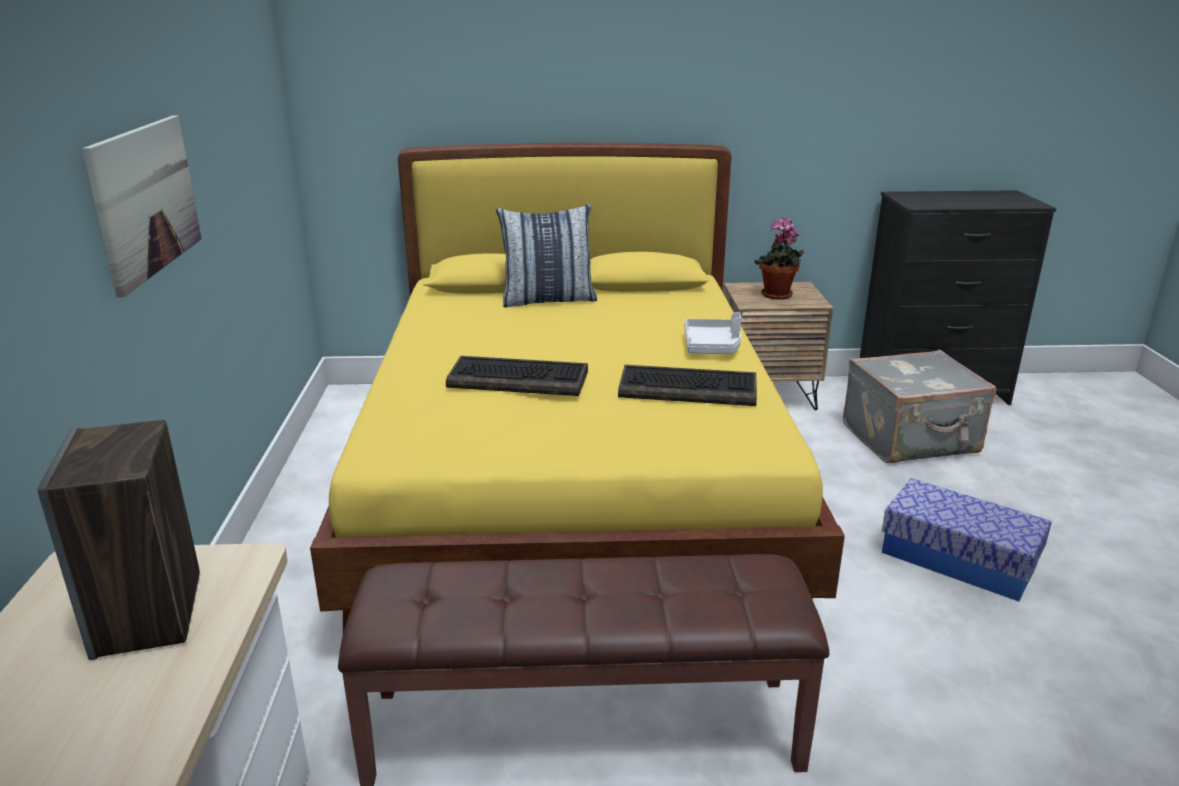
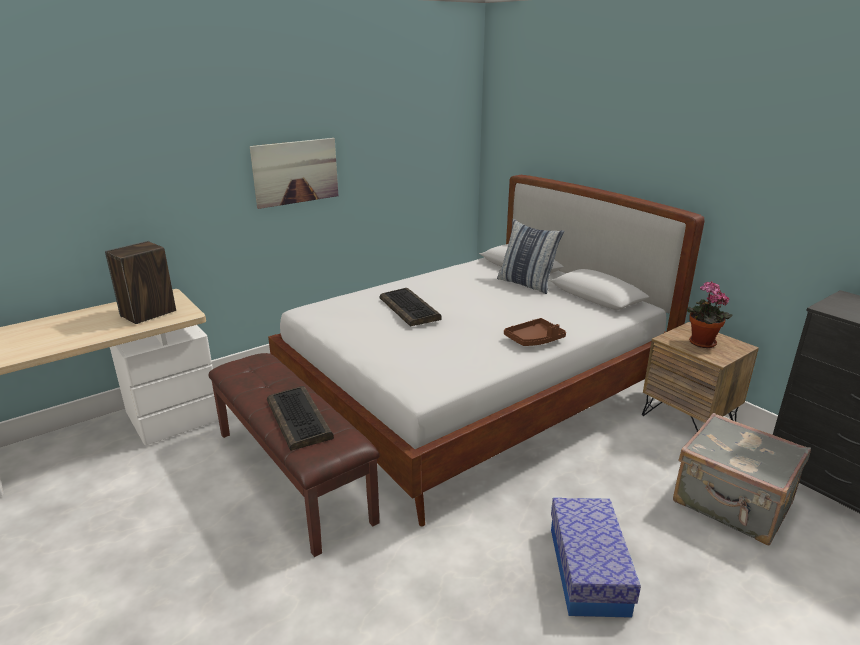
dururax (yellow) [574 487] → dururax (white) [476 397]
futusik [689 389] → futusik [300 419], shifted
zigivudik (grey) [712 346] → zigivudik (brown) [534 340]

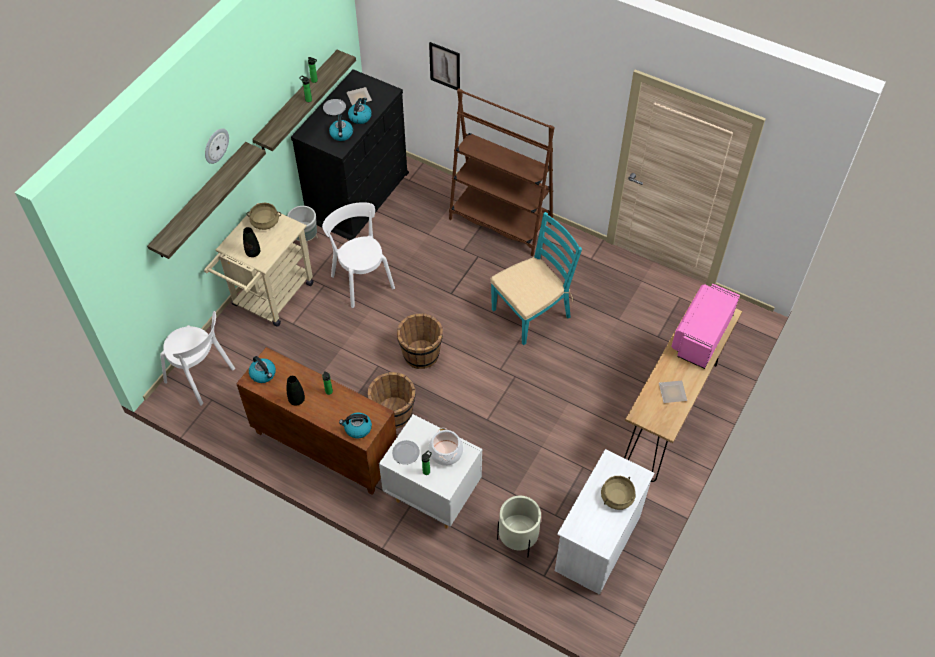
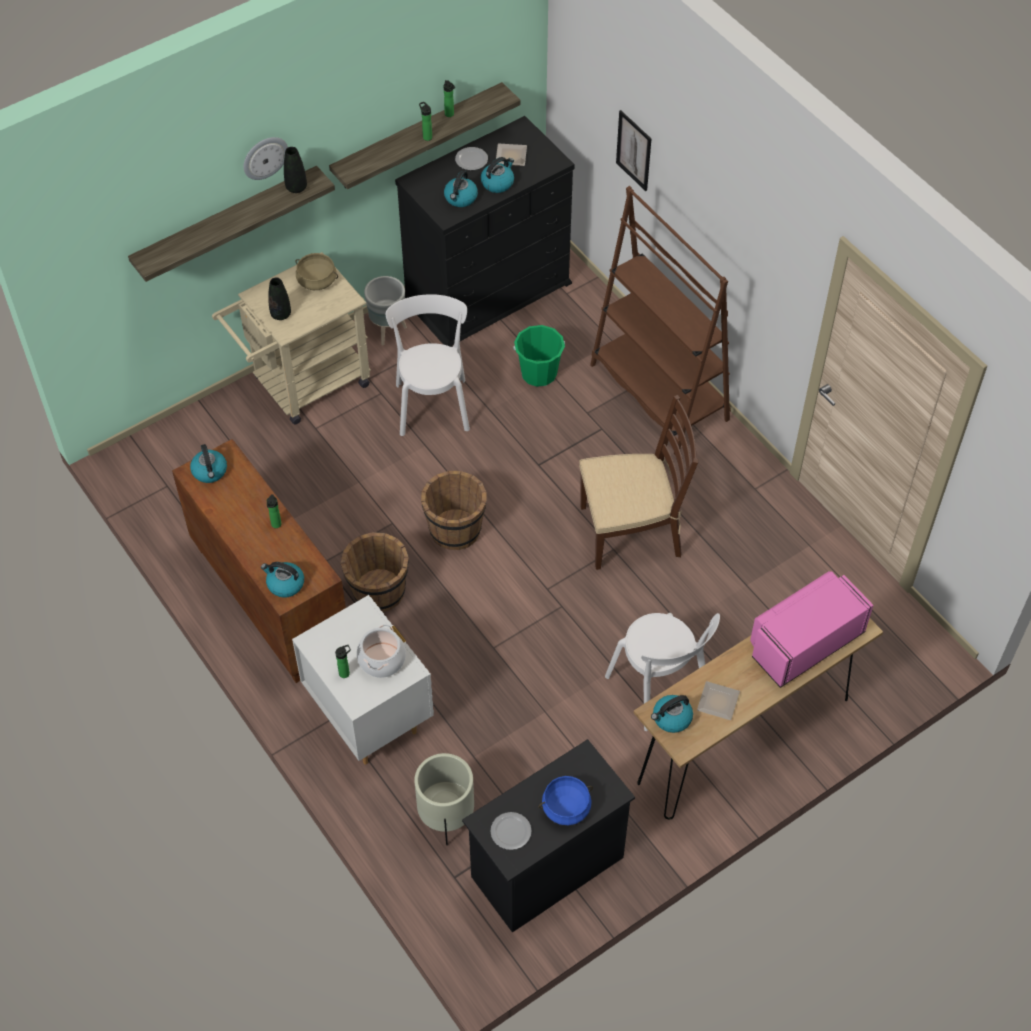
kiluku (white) [202 377] → kiluku (white) [659 689], shifted
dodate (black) [297 400] → dodate (black) [296 188], shifted
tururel [406 453] → tururel [511 832], shifted
kiluku (turquoise) [531 312] → kiluku (brown) [631 531]
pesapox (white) [597 544] → pesapox (black) [546 867]
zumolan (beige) [617 497] → zumolan (blue) [566 807]
- → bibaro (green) [539 373]
- → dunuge [671 718]

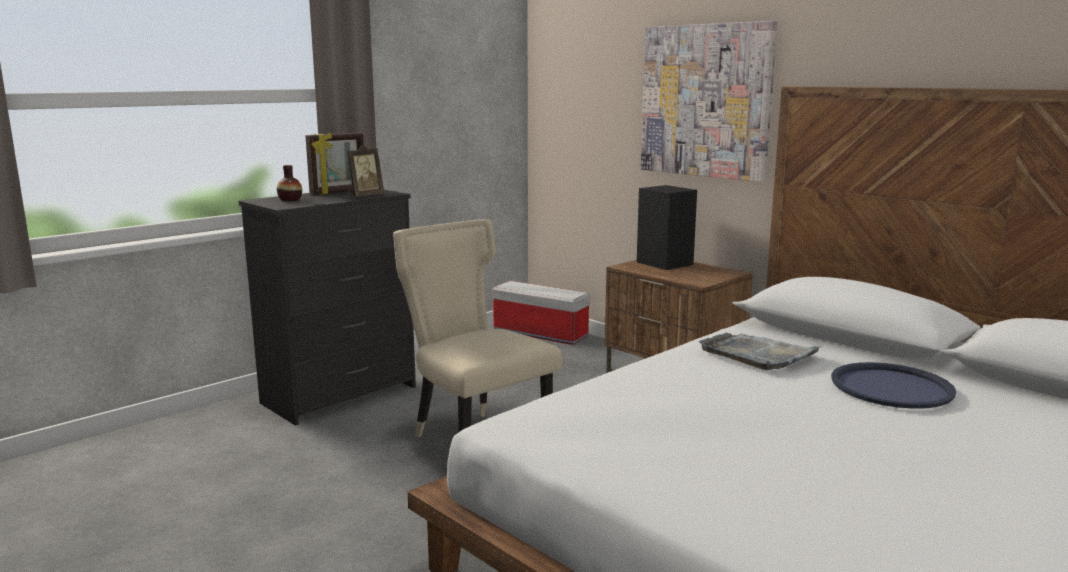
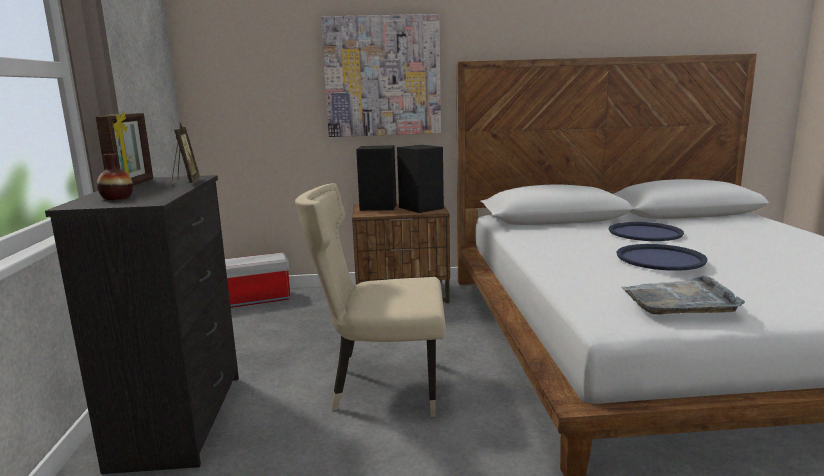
zigivudik (grey) [758 354] → zigivudik (grey) [680 300], shifted
- → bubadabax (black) [421 208]
- → zigivudik (blue) [660 258]

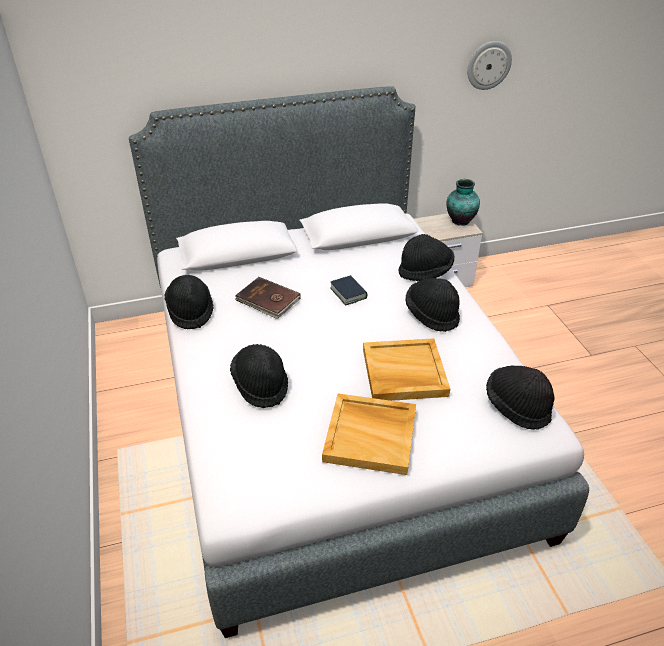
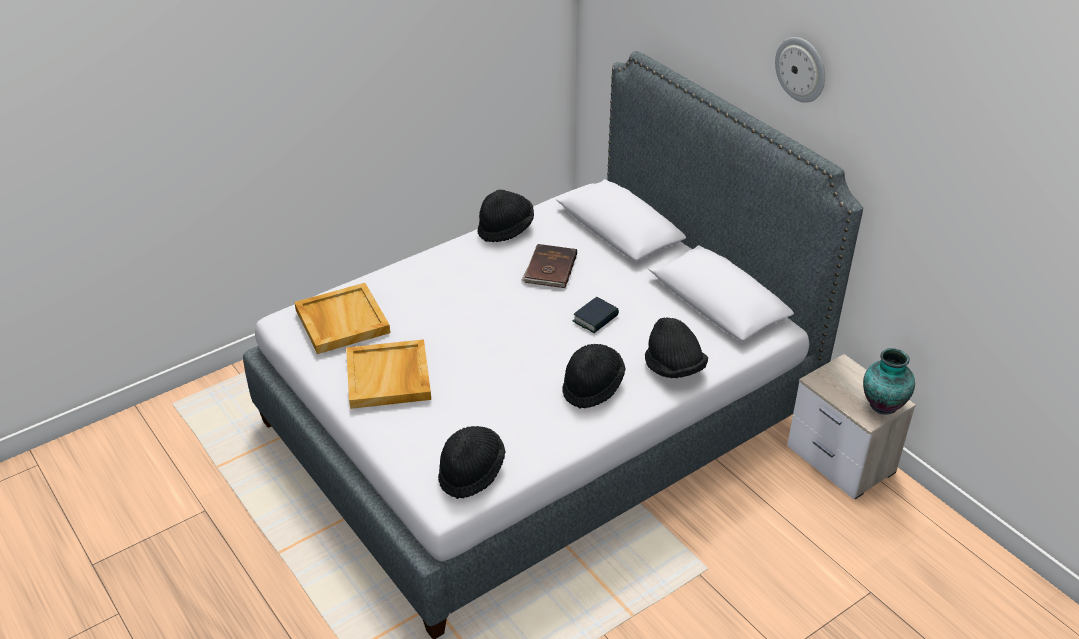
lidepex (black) [261 385] → -
zigivudik (beige) [403 373] → zigivudik (beige) [341 321], shifted
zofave [488 65] → zofave [801 69], shifted

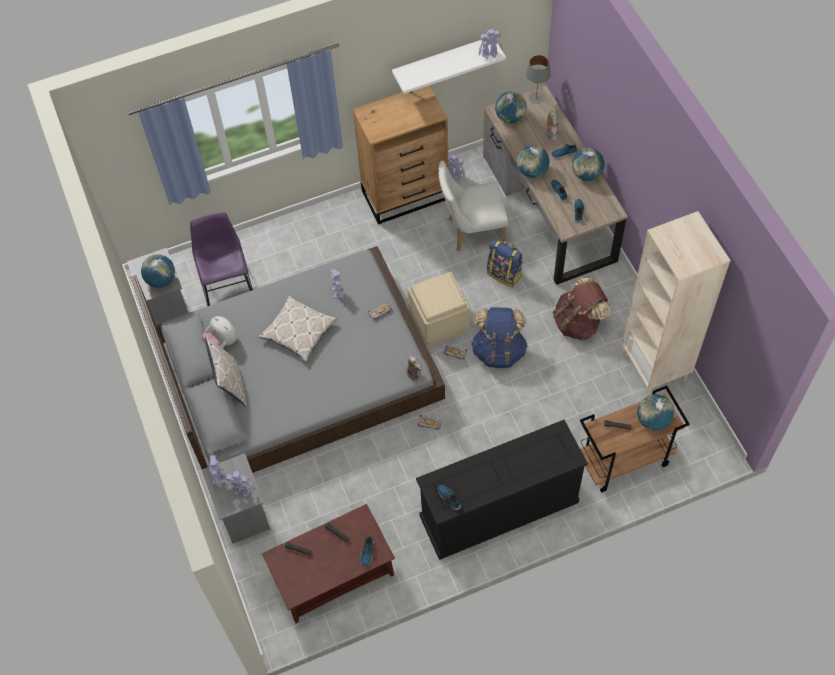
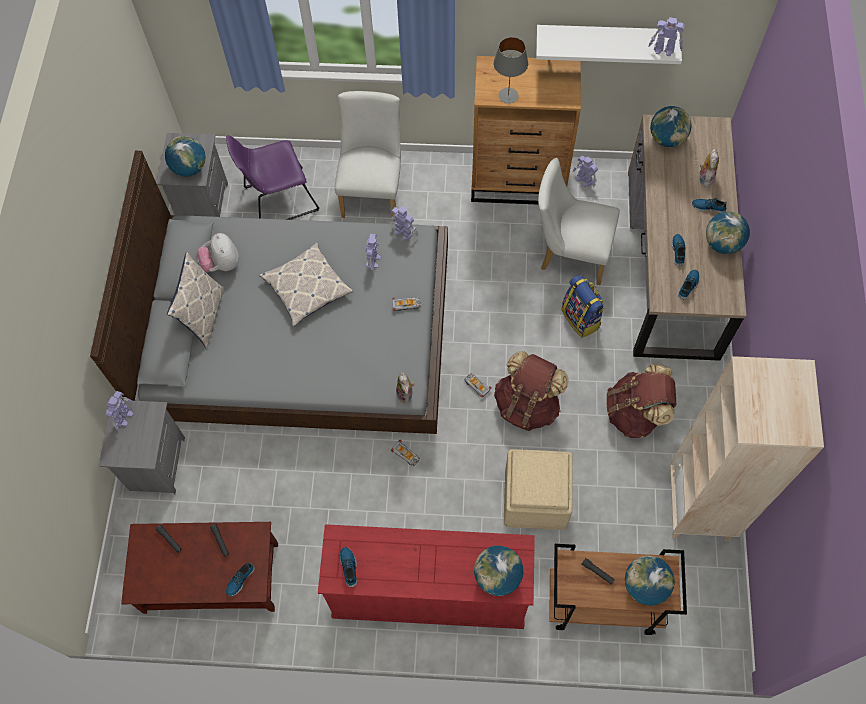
kiluku (purple) [226 283] → kiluku (purple) [278 200], 120 degrees counterclockwise
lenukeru [241 490] → lenukeru [403 232], shifted
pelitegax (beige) [438 320] → pelitegax (beige) [534 497], shifted
pesapox (black) [498 510] → pesapox (red) [428 592]
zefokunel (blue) [499 351] → zefokunel (brown) [527 405]
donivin [532 171] → donivin [497 576], shifted
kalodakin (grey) [536 98] → kalodakin (grey) [508 95], shifted
- → kiluku (white) [373 190]

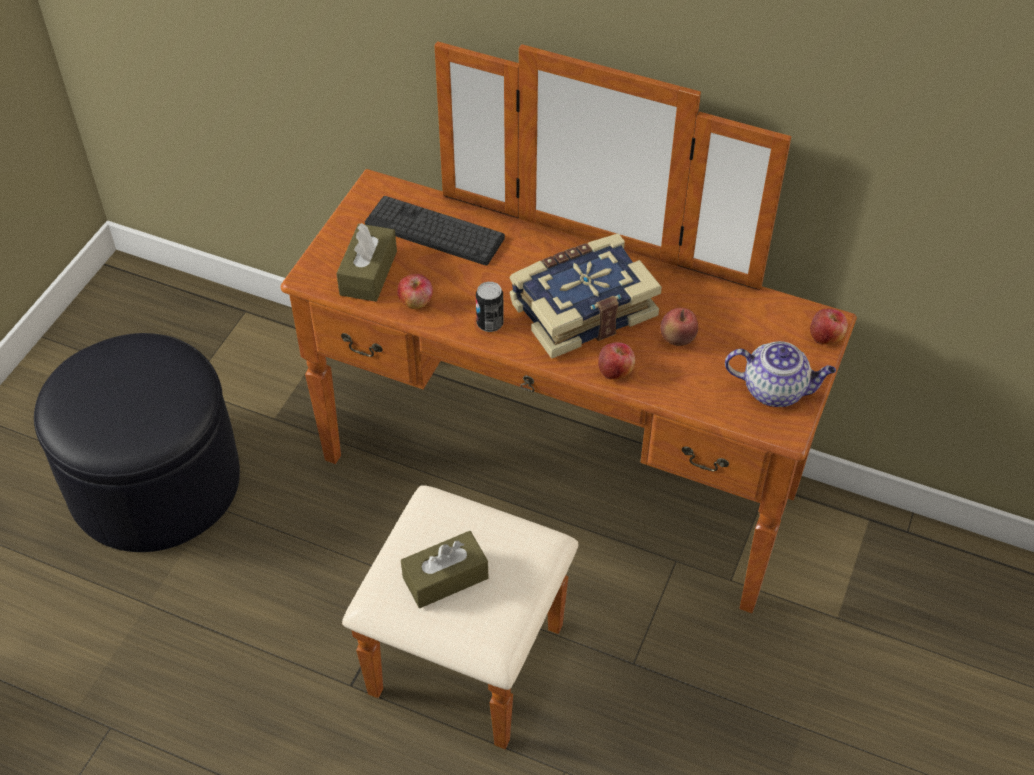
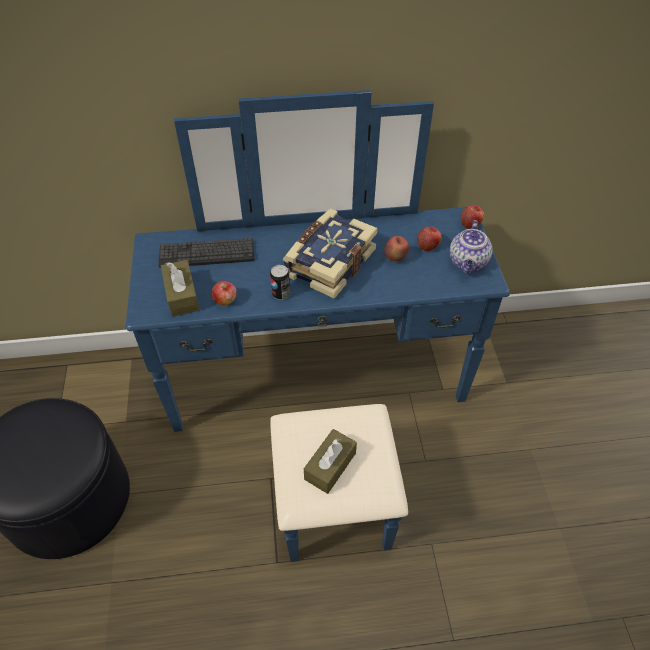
pesapox (brown) [540 516] → pesapox (blue) [321 403]
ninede [615 371] → ninede [428 245], shifted
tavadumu [775 390] → tavadumu [468 263], 120 degrees clockwise

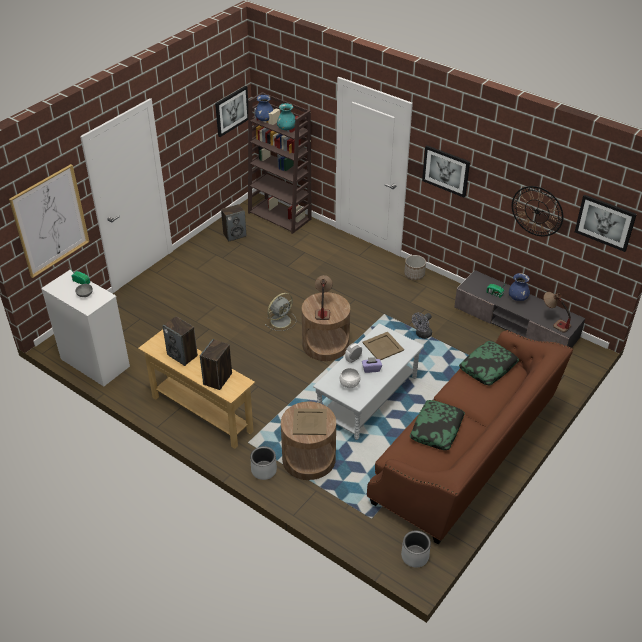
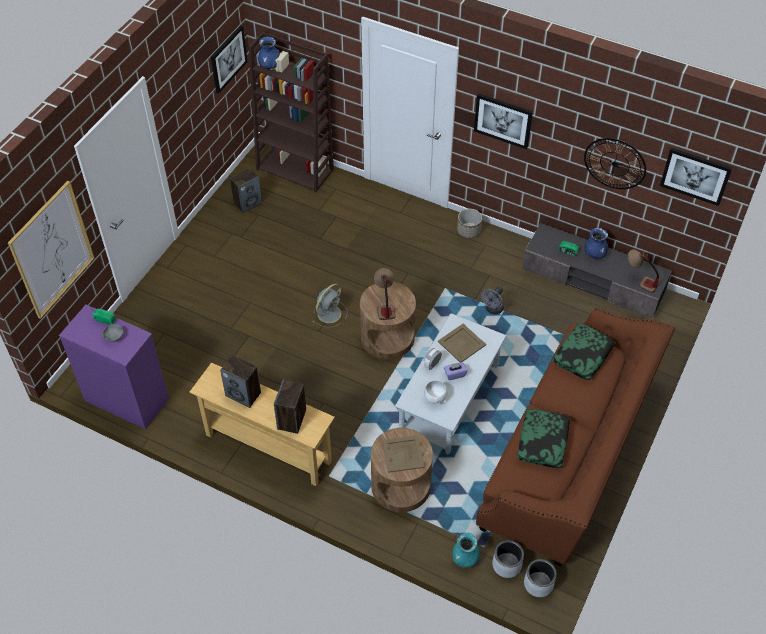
pesapox (white) [94 362] → pesapox (purple) [126 399]
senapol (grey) [263 470] → senapol (grey) [506 565], shifted
dodate (turquoise) [286 128] → dodate (turquoise) [465 558], shifted

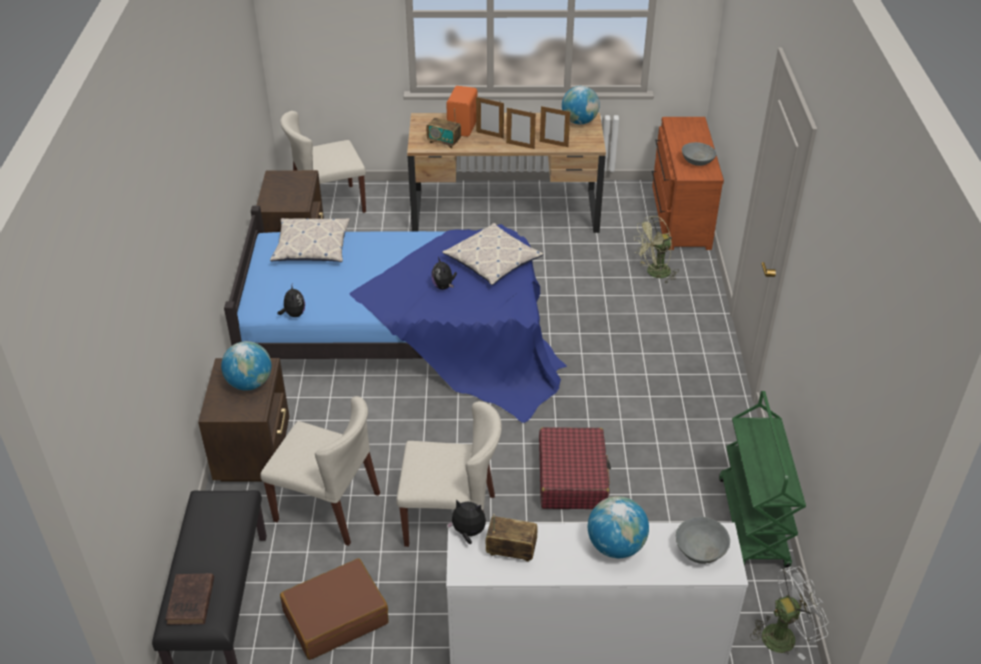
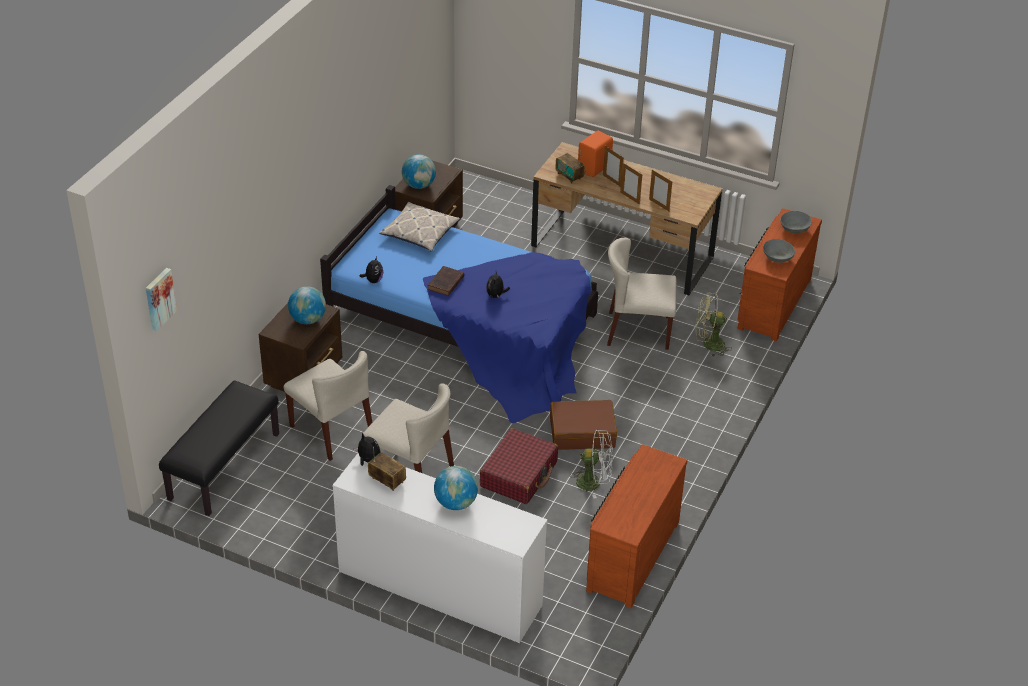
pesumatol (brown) [190 603] → pesumatol (brown) [445 283], shifted
kiluku (beige) [328 205] → kiluku (beige) [637 331], shifted
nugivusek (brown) [335 617] → nugivusek (brown) [582 432], shifted
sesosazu [493 260] → -
donivin [579 121] → donivin [419 185], shifted
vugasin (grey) [700 549] → vugasin (grey) [794 229], shifted
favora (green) [753 523] → pesapox (brown) [630 555]
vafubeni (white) [784 635] → vafubeni (white) [594 482], shifted
- → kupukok [159 298]

